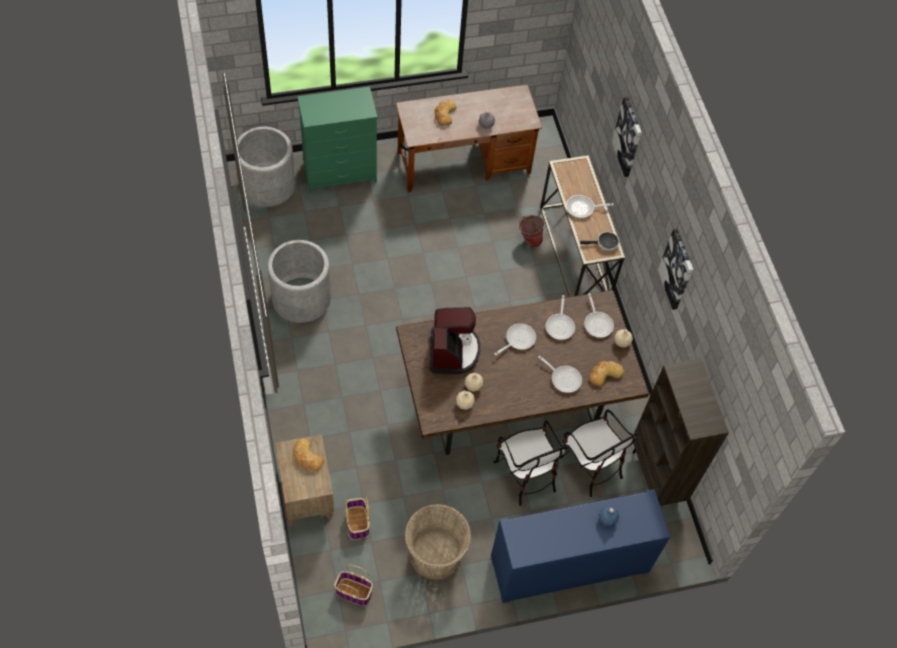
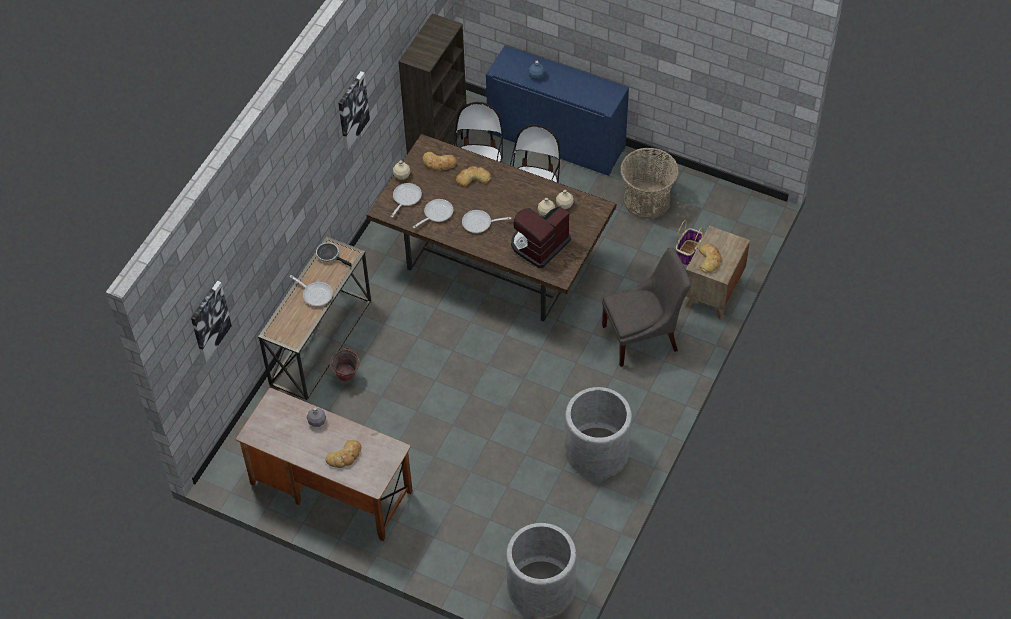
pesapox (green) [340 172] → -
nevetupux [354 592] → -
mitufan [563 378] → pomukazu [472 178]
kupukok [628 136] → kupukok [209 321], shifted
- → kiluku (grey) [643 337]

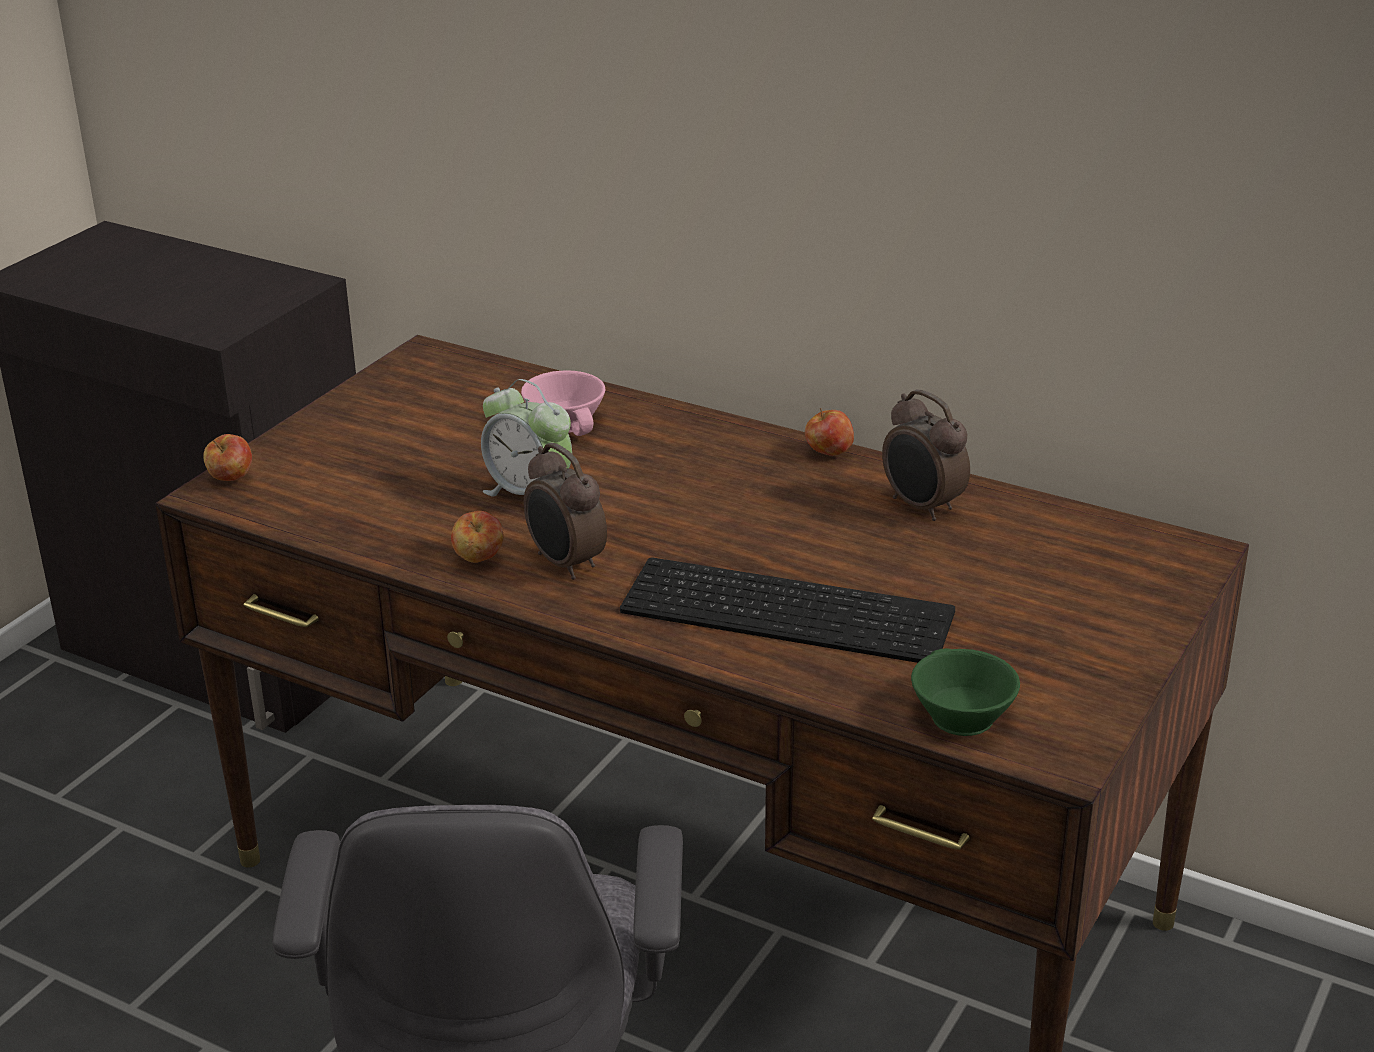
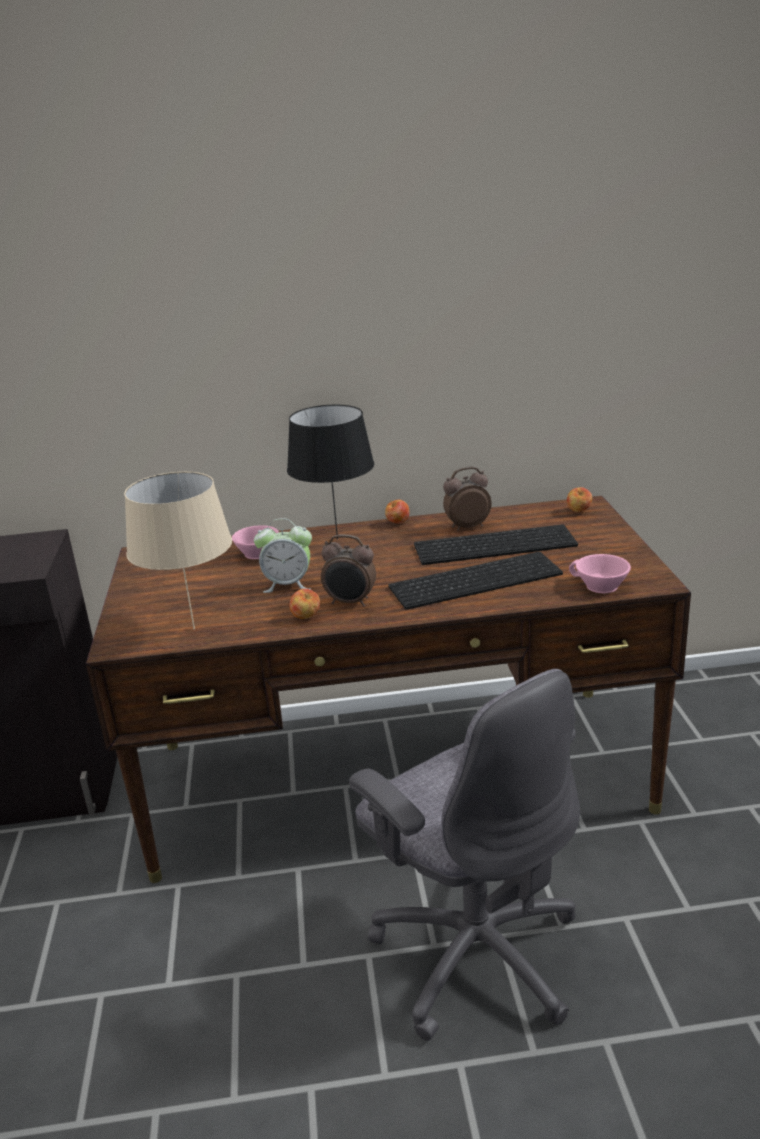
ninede [231 480] → ninede [578 511], shifted
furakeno [921 507] → furakeno [467 527], 150 degrees clockwise
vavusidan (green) [957 715] → vavusidan (pink) [599 586]
- → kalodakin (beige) [193 629]
- → kalodakin (black) [336 539]
- → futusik [495 544]

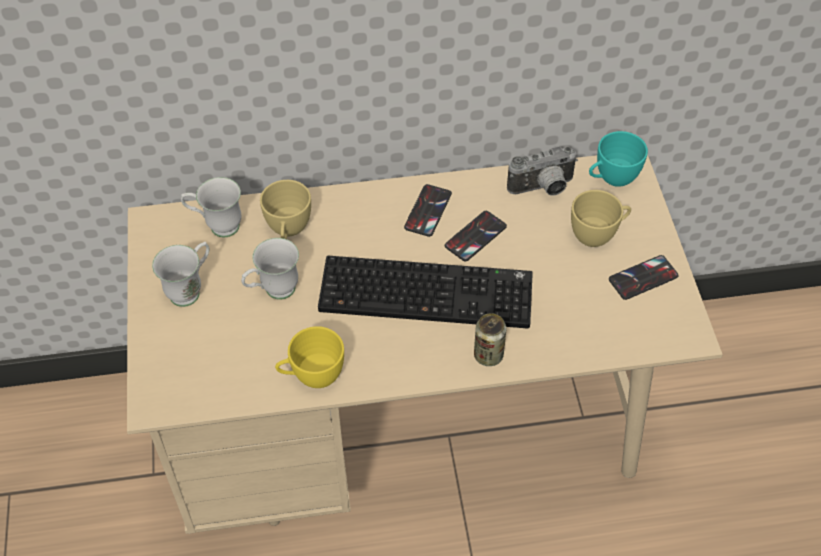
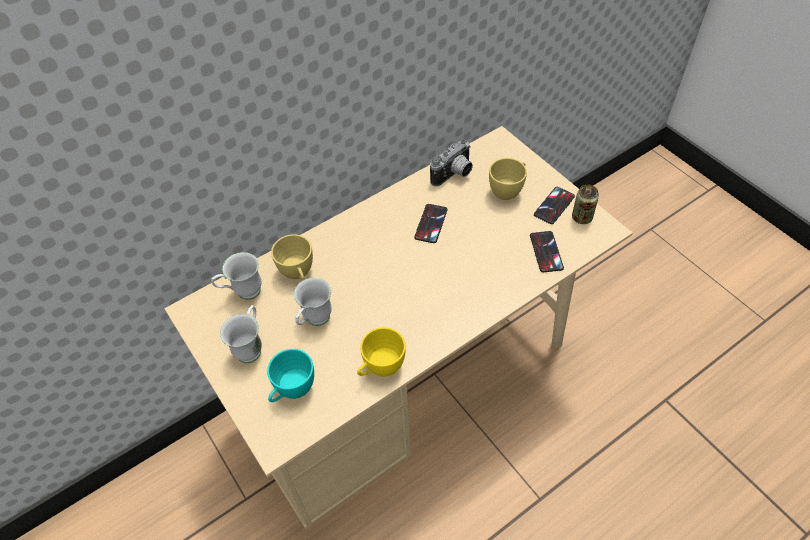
futusik [428 291] → -
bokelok [428 211] → bokelok [546 252], shifted
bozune [488 355] → bozune [581 217], shifted
vavusidan (turquoise) [611 178] → vavusidan (turquoise) [292 390], shifted

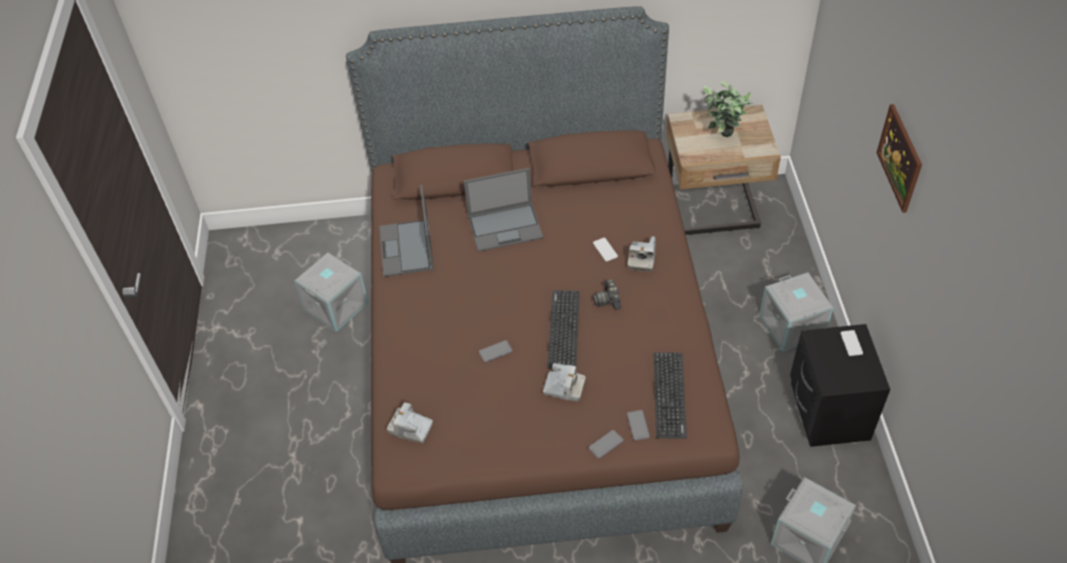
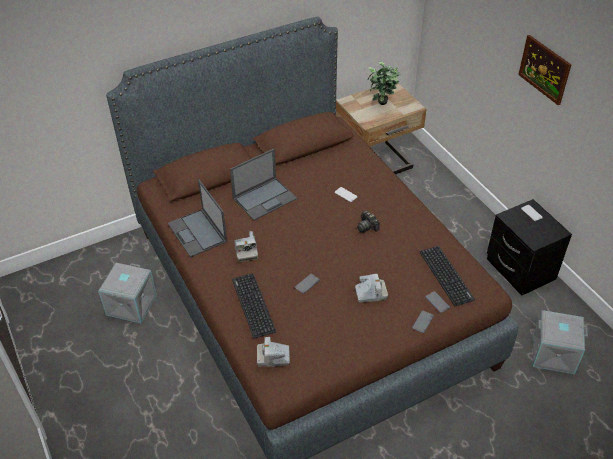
futusik [564 329] → futusik [253 305], shifted
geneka [641 258] → geneka [246 251], shifted
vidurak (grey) [793 326] → -

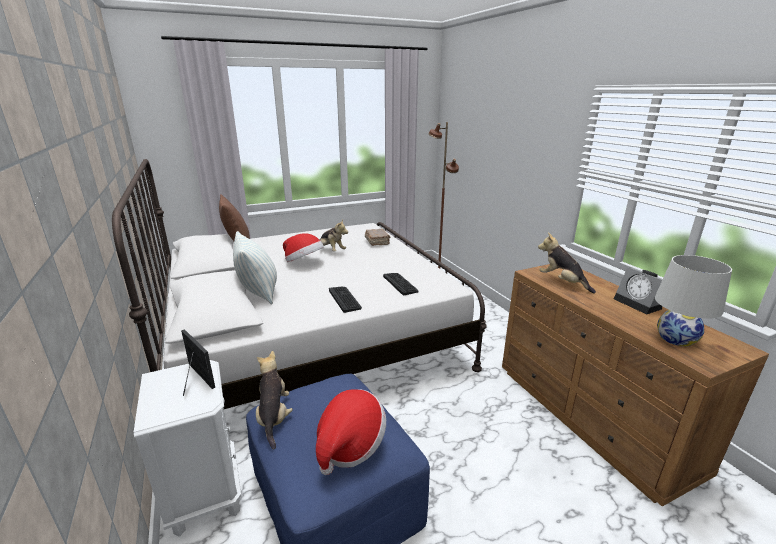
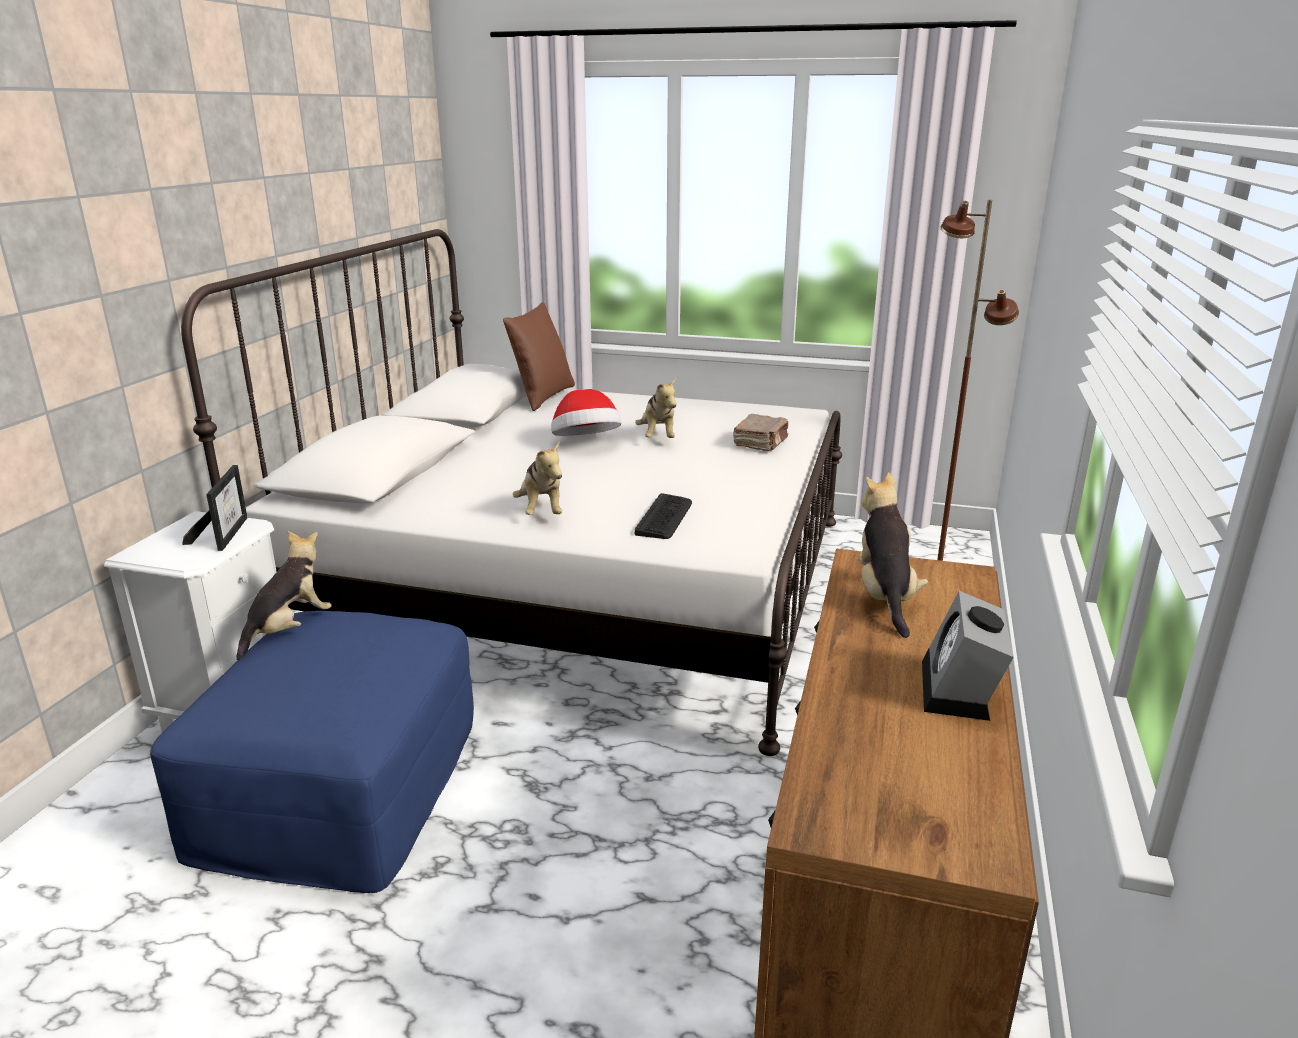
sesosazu [258 292] → -
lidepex [350 444] → -
futusik [344 299] → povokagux [541 511]
kalodakin (white) [676 338] → -

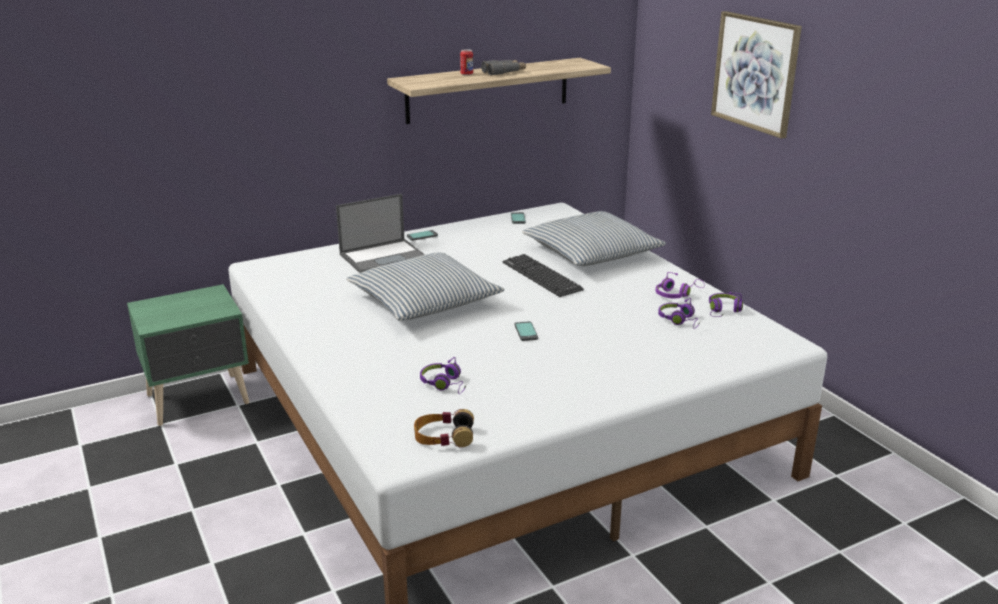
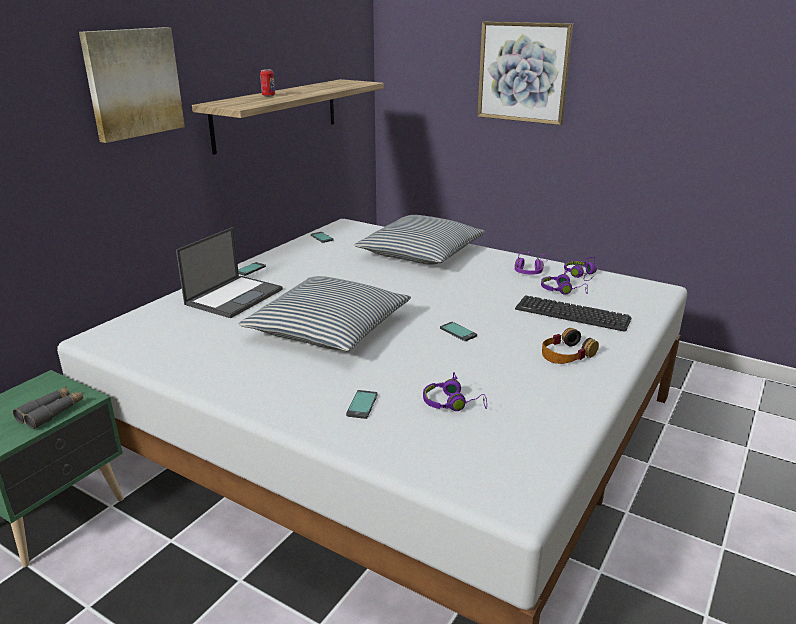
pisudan [444 436] → pisudan [566 354], shifted
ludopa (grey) [504 72] → ludopa (grey) [51 412], shifted
futusik [541 276] → futusik [572 314], shifted
- → kupukok [133 83]
- → bokelok [362 405]

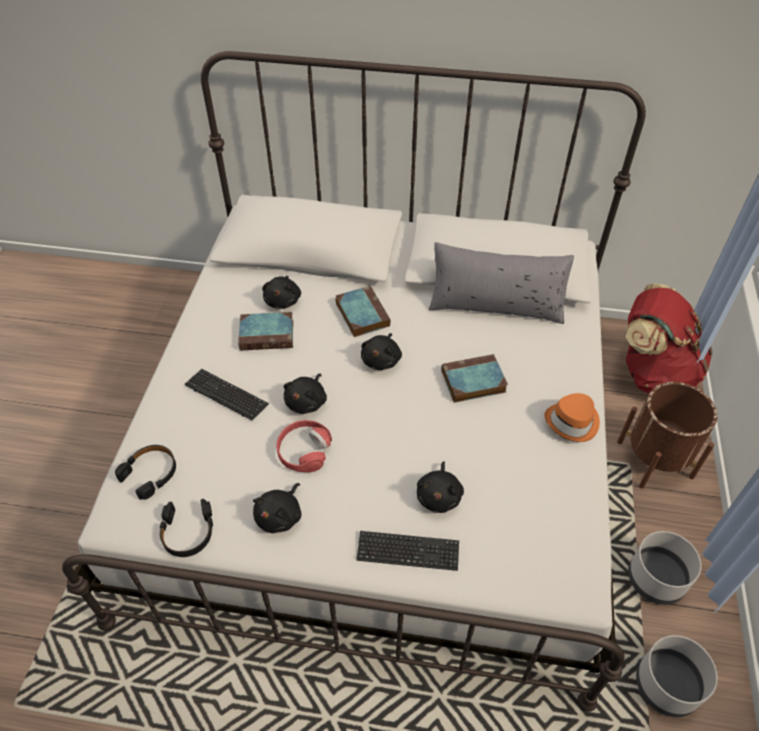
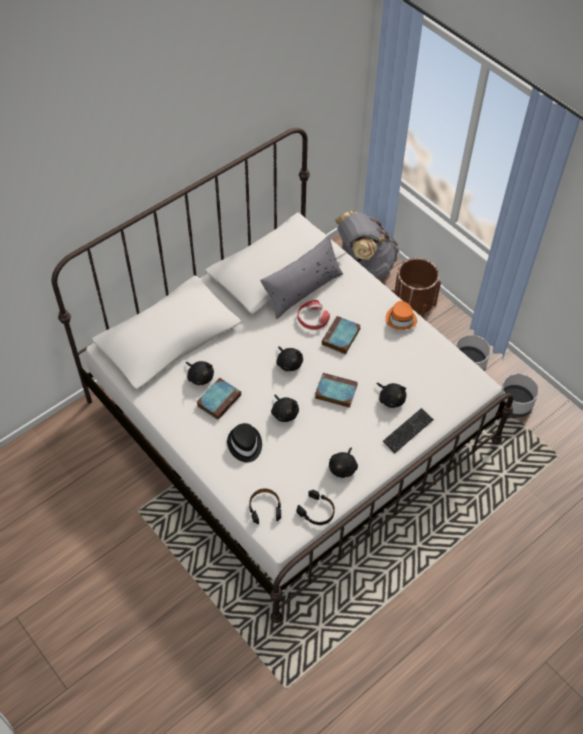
futusik [226 395] → lidepex (black) [244 445]
povokagux (black) [280 515] → povokagux (black) [343 467], 45 degrees clockwise
pisudan (red) [304 451] → pisudan (red) [312 319], shifted
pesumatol [361 314] → pesumatol [335 392], shifted
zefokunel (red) [652 372] → zefokunel (grey) [364 264]

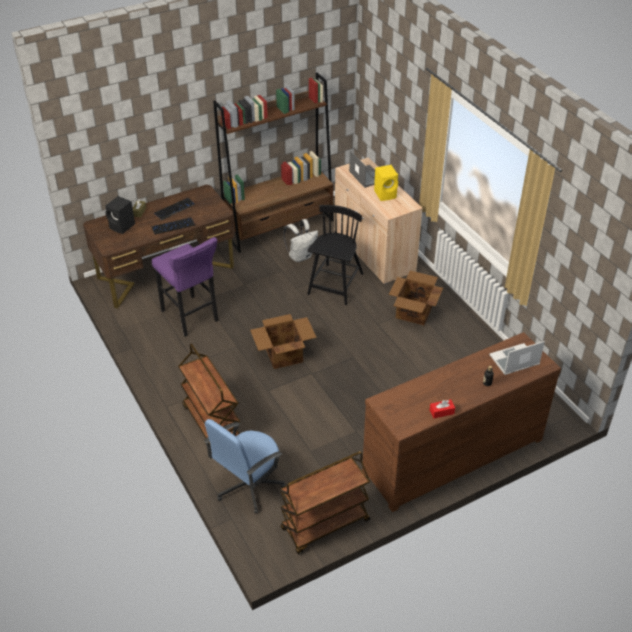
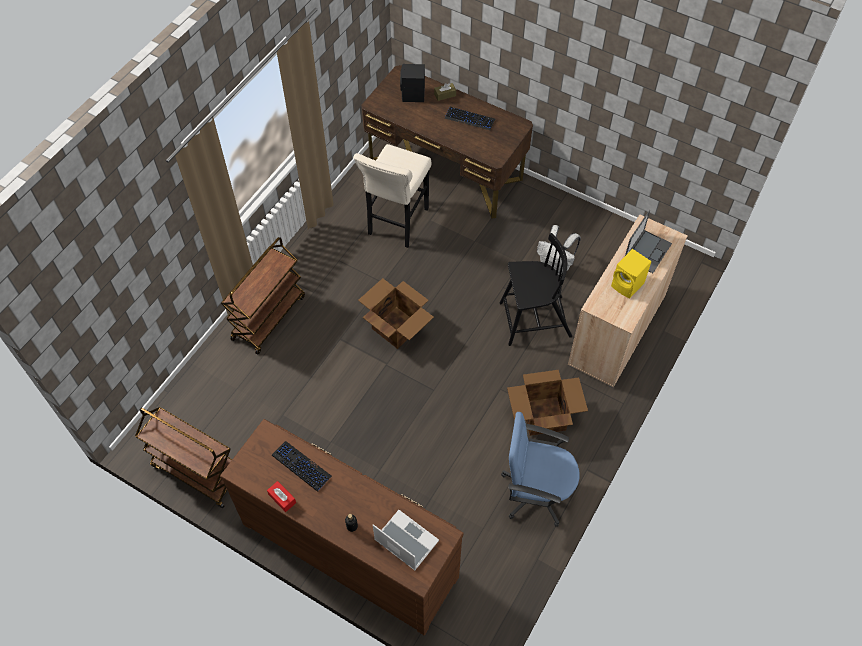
futusik [173 226] → futusik [301 466], shifted
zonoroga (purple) [191 317] → zonoroga (beige) [397 224]
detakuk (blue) [248 485] → detakuk (blue) [535 491], shifted
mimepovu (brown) [279 227] → -

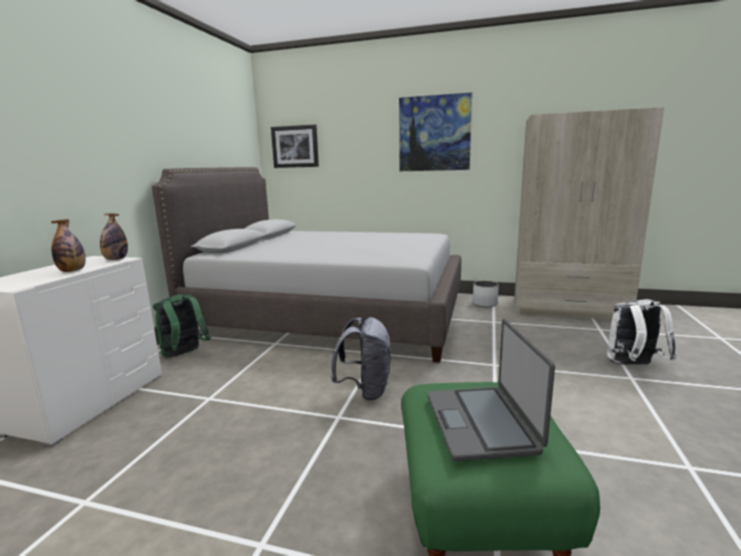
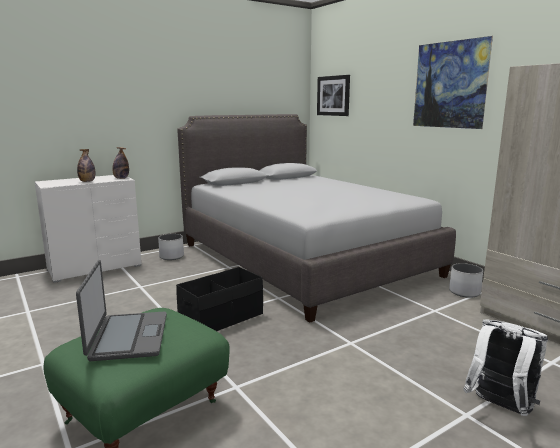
zefokunel (green) [184 354] → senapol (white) [171 256]
zefokunel (grey) [365 390] → vidurak (black) [222 318]
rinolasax [481 422] → rinolasax [128 337], 135 degrees clockwise

